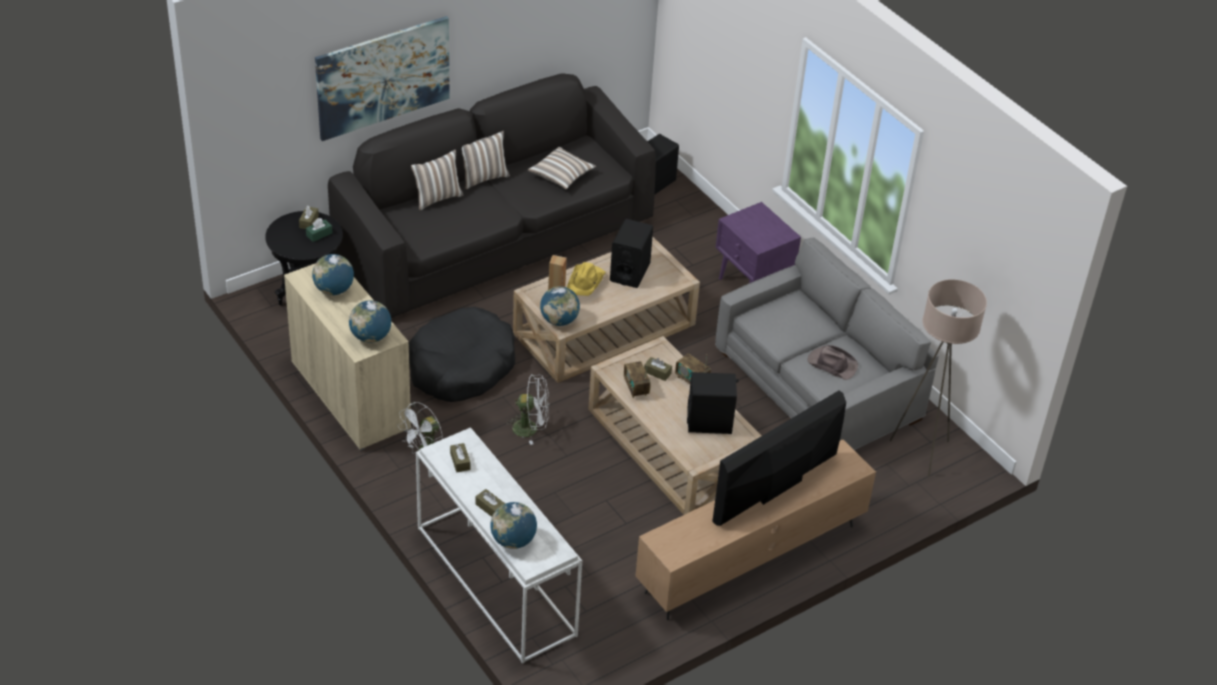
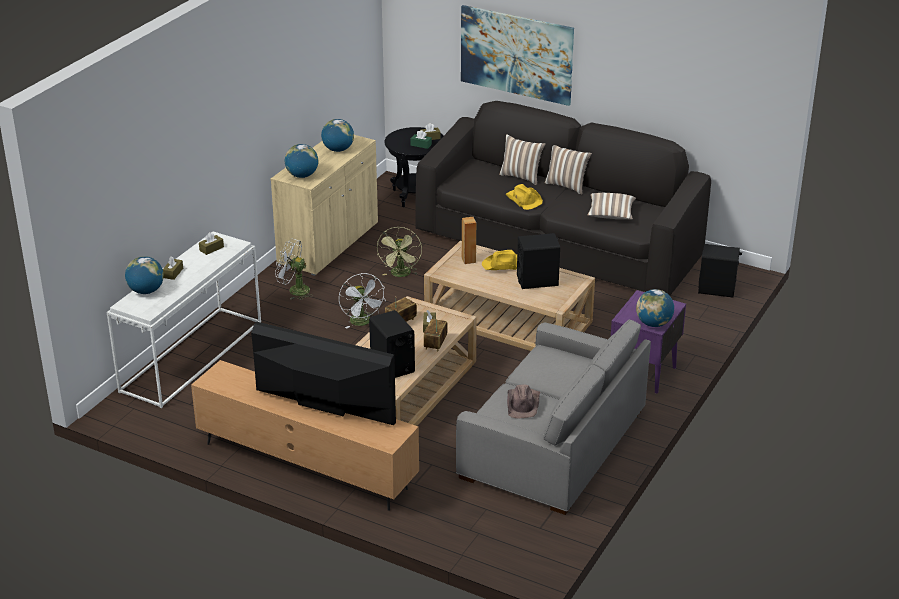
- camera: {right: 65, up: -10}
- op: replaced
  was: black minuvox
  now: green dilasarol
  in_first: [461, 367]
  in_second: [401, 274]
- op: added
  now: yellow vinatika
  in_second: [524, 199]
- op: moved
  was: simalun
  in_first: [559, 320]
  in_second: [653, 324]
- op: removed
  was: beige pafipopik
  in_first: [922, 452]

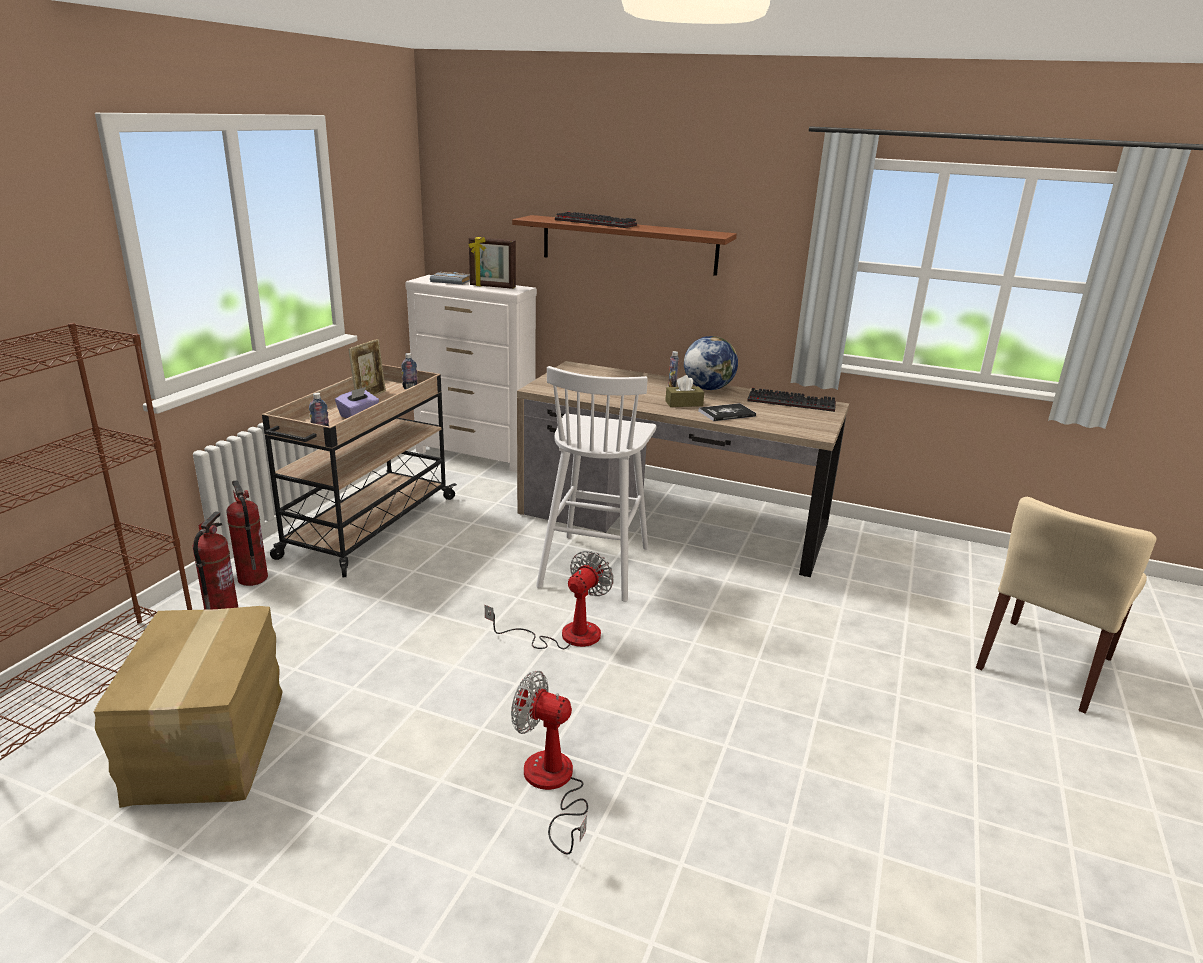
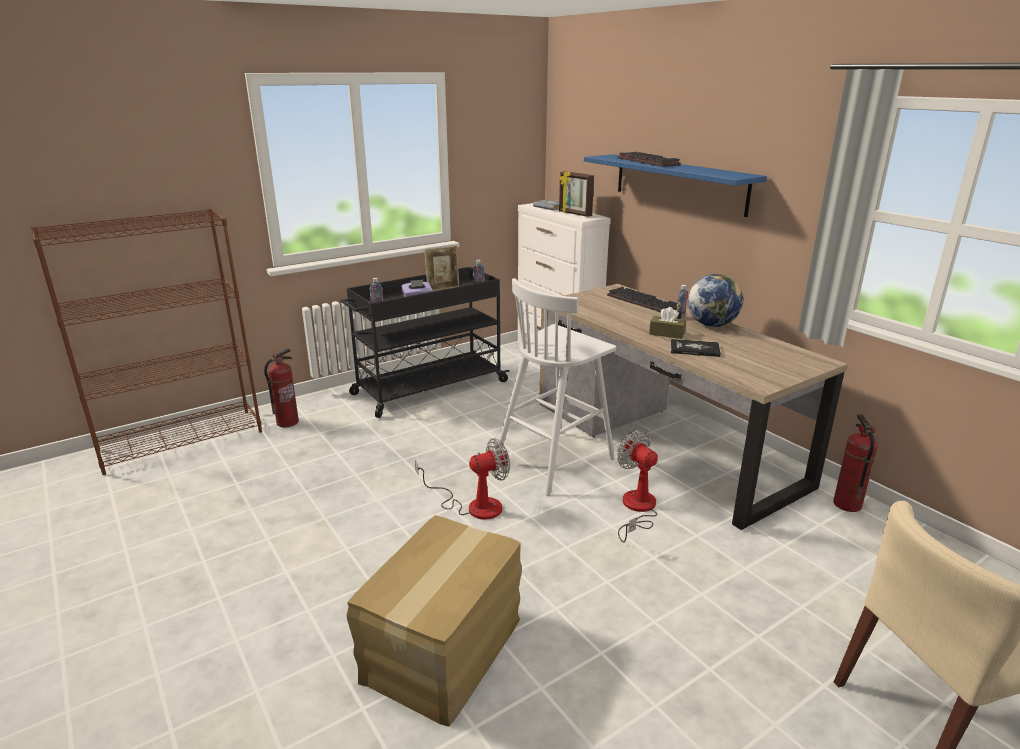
- camera: {right: 35, up: 0}
- op: recoloured
  was: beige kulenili
  now: black kulenili
  in_first: [368, 527]
  in_second: [428, 388]
- op: moved
  was: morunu
  in_first: [210, 744]
  in_second: [445, 650]
- op: recoloured
  was: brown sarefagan
  now: blue sarefagan
  in_first: [628, 245]
  in_second: [679, 183]
- op: moved
  was: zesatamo
  in_first: [793, 402]
  in_second: [643, 302]
- op: moved
  was: dilasarol
  in_first: [552, 785]
  in_second: [637, 509]
- op: moved
  was: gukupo
  in_first: [252, 578]
  in_second: [846, 504]

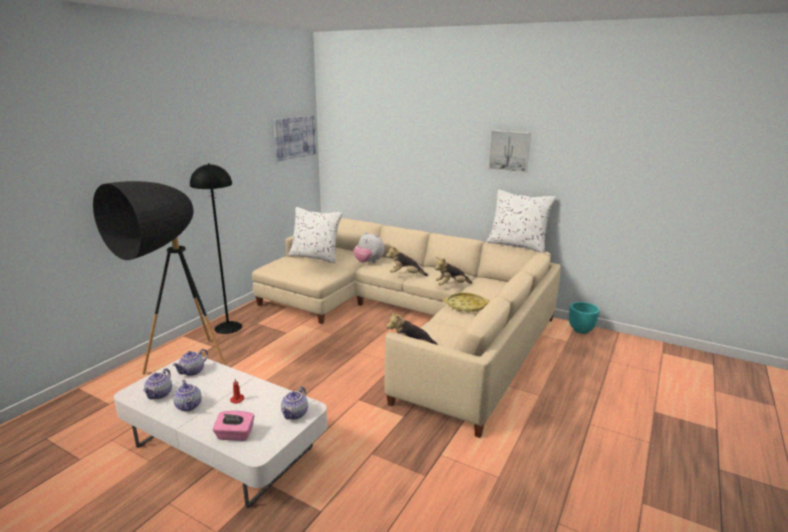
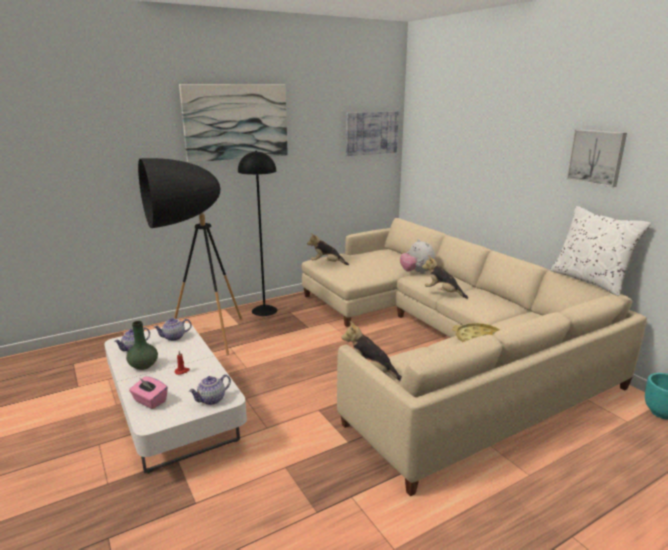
- camera: {right: 30, up: 0}
- op: replaced
  was: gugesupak
  now: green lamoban
  in_first: [189, 406]
  in_second: [144, 365]
- op: added
  now: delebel
  in_second: [236, 122]
- op: moved
  was: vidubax
  in_first: [451, 286]
  in_second: [327, 263]
- op: removed
  was: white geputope
  in_first: [315, 257]

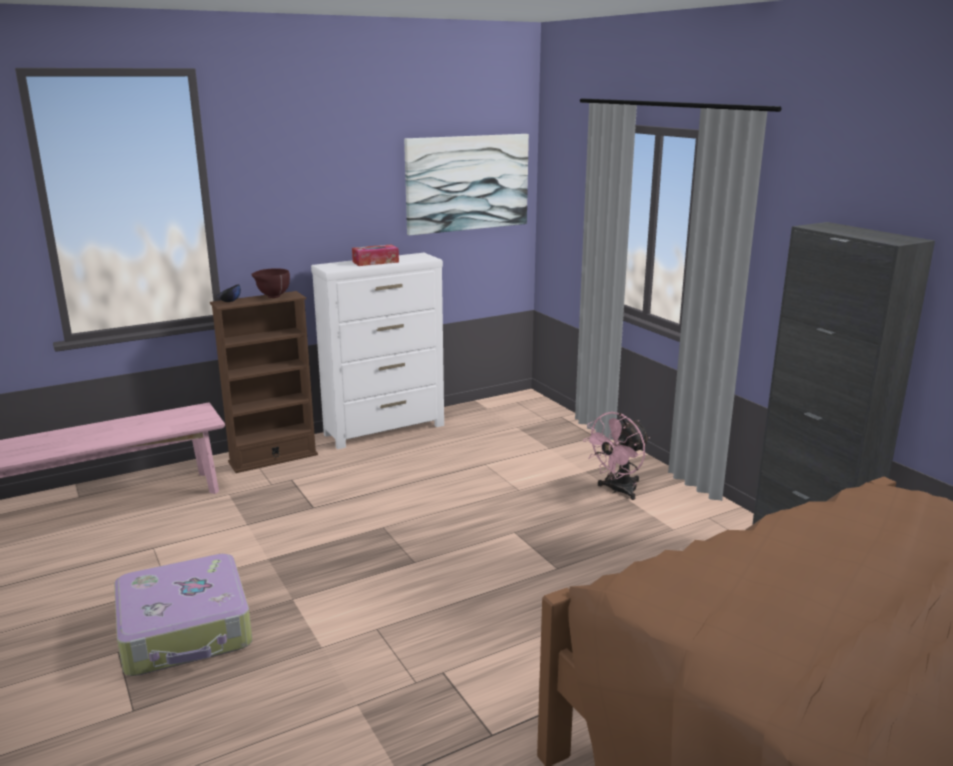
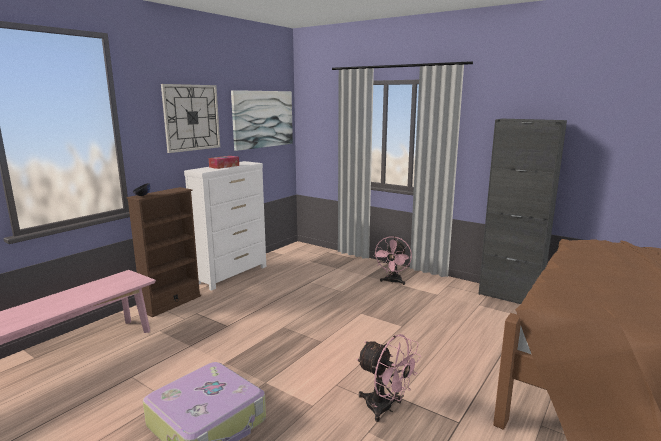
- camera: {right: -25, up: -5}
- op: added
  now: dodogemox
  in_second: [191, 117]
- op: added
  now: pink dilasarol
  in_second: [385, 408]
- op: removed
  was: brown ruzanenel
  in_first: [272, 297]

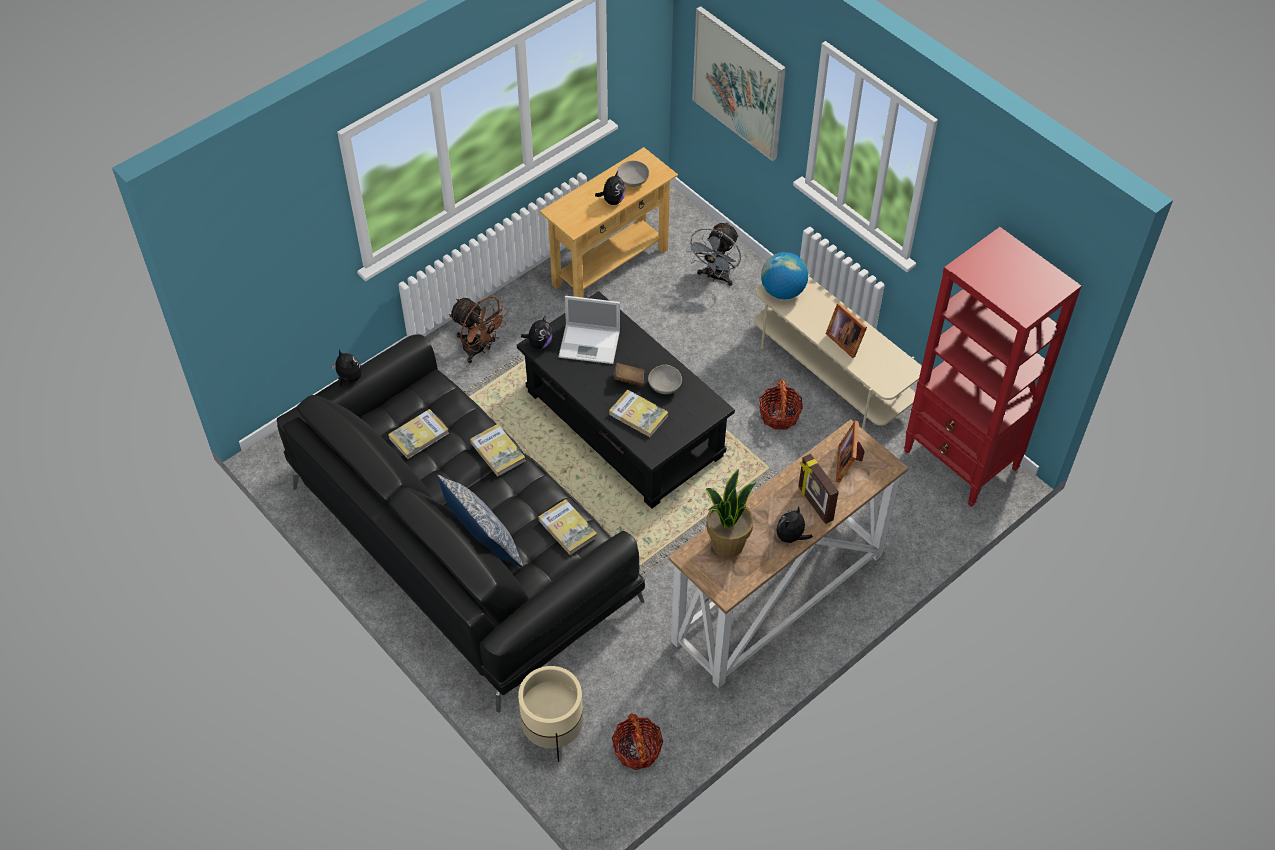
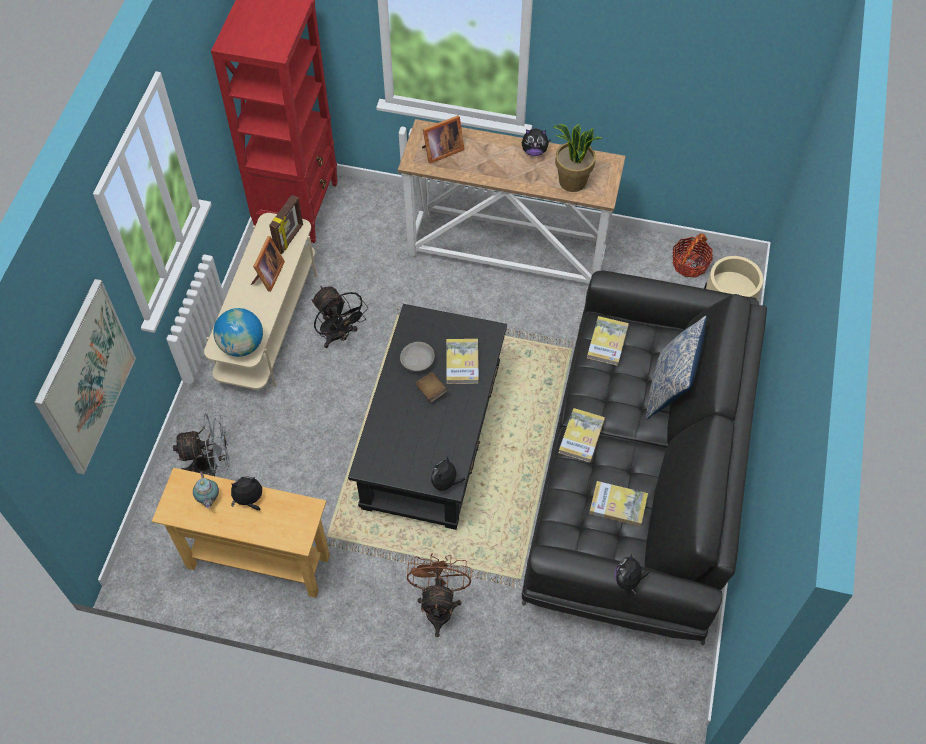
- camera: {right: -125, up: 5}
- op: replaced
  was: grey ruzanenel
  now: gugesupak
  in_first: [633, 180]
  in_second: [208, 499]
- op: moved
  was: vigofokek
  in_first: [814, 504]
  in_second: [290, 238]
- op: replaced
  was: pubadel
  now: black dilasarol
  in_first: [779, 415]
  in_second: [339, 336]
- op: turned
  was: vidubax
  in_first: [539, 343]
  in_second: [445, 483]
  clockwise: -60
- op: removed
  was: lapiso
  in_first: [590, 344]

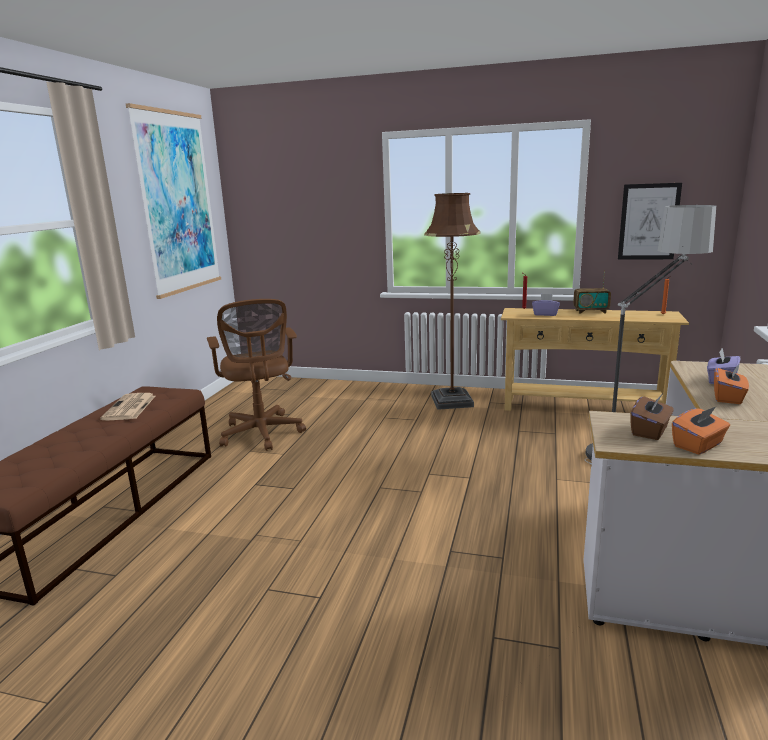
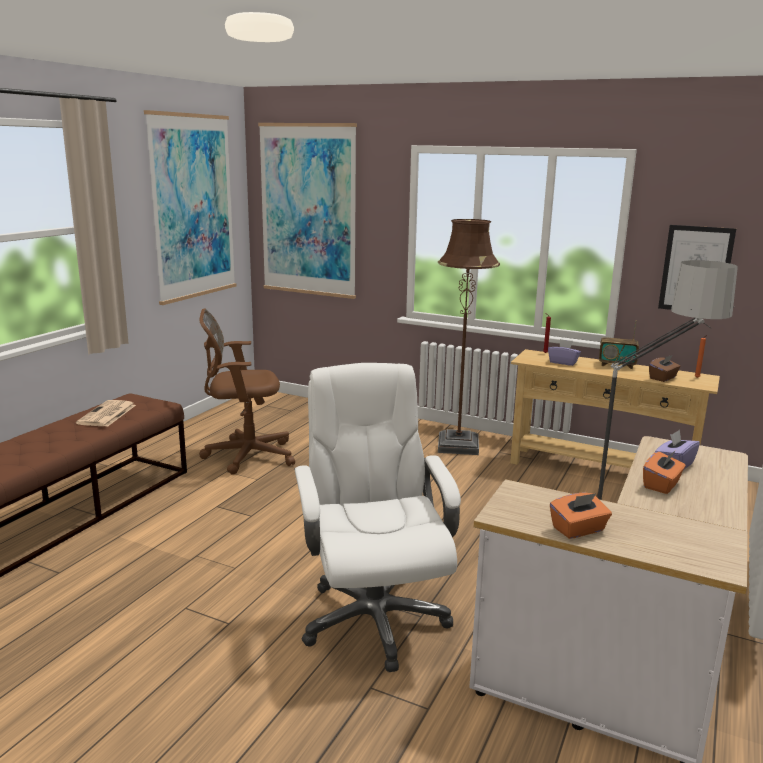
- camera: {right: 10, up: 0}
- op: turned
  was: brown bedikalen
  in_first: [262, 434]
  in_second: [245, 455]
  clockwise: 90
- op: added
  now: delebel
  in_second: [308, 210]
- op: added
  now: white bedikalen
  in_second: [373, 618]
- op: moved
  was: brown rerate
  in_first: [650, 431]
  in_second: [663, 378]

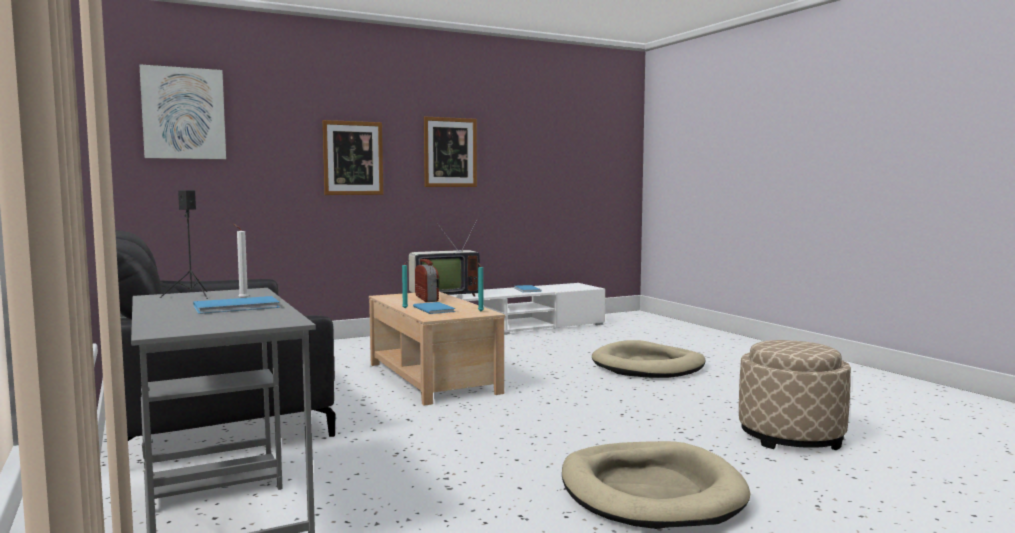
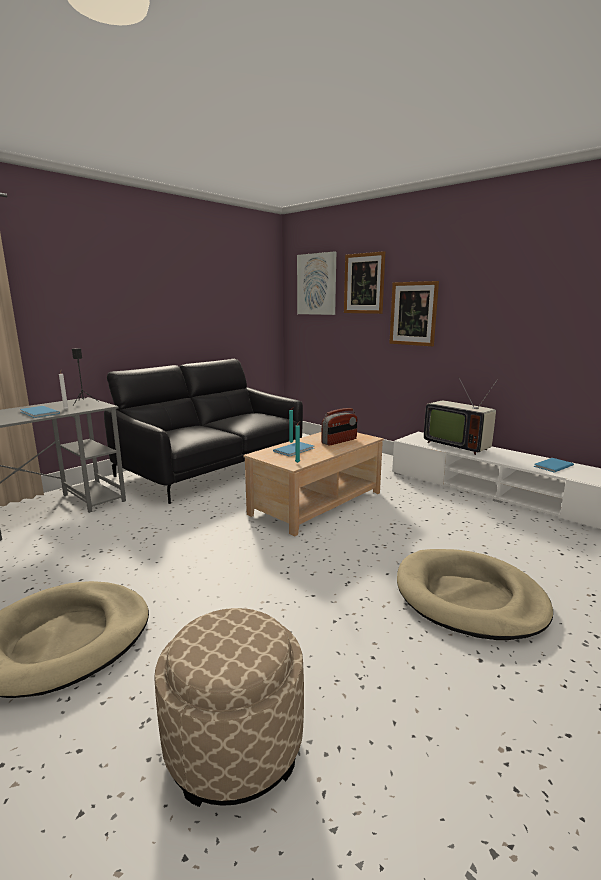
- camera: {right: 70, up: 10}
- op: moved
  was: delebel
  in_first: [450, 152]
  in_second: [364, 283]

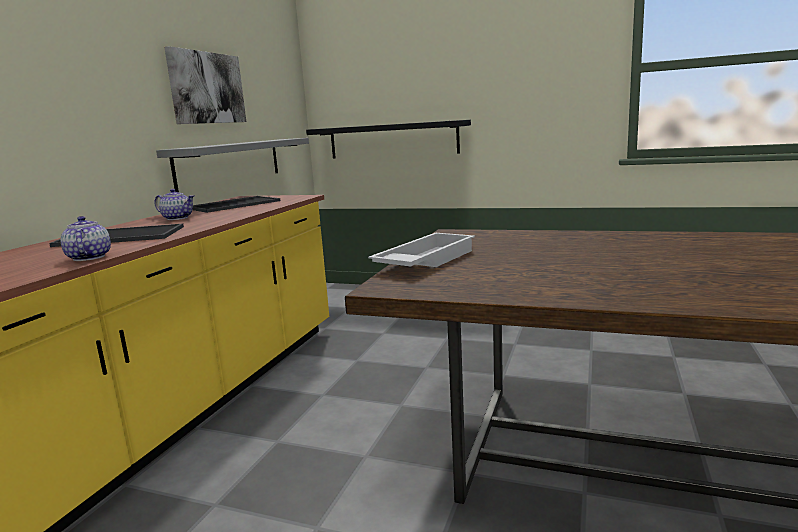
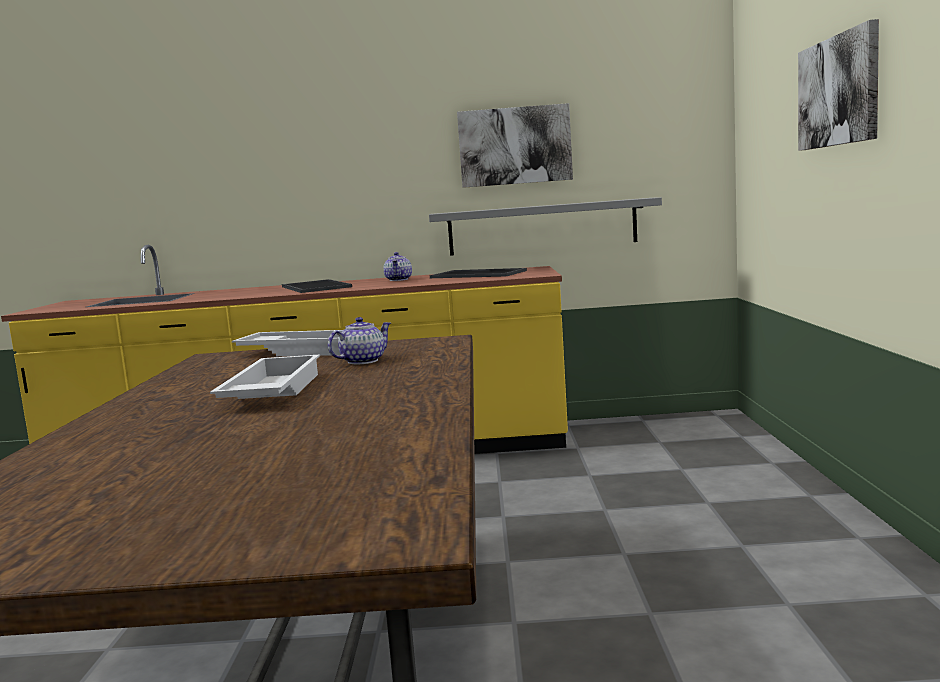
- camera: {right: 70, up: -5}
- op: added
  now: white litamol
  in_second: [270, 392]
- op: moved
  was: gugesupak
  in_first: [88, 257]
  in_second: [362, 361]
- op: added
  now: delebel
  in_second: [838, 91]
- op: removed
  was: black sarefagan
  in_first: [392, 140]

